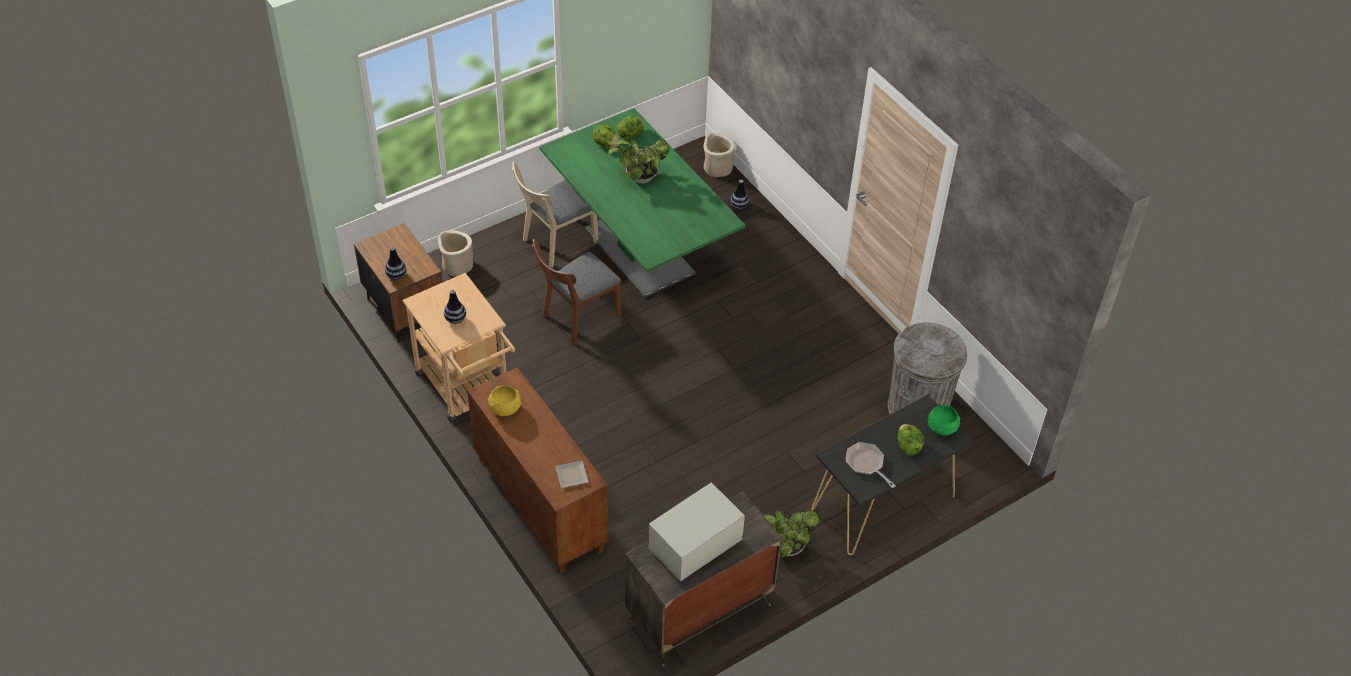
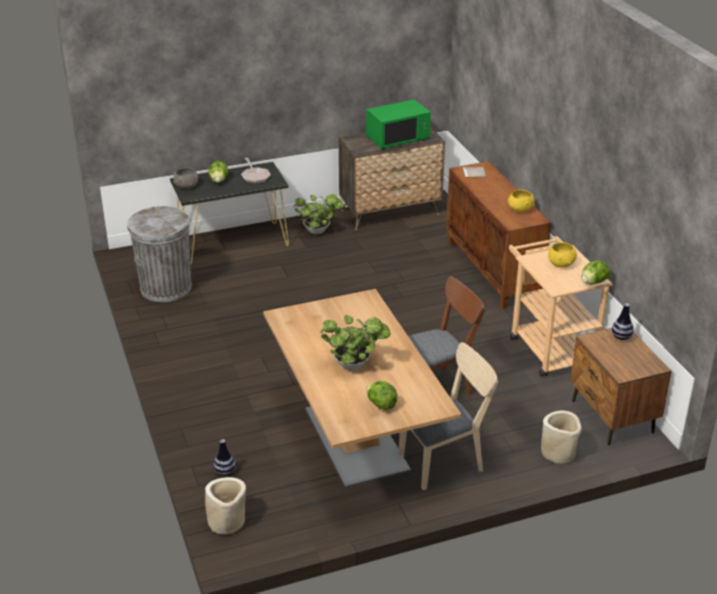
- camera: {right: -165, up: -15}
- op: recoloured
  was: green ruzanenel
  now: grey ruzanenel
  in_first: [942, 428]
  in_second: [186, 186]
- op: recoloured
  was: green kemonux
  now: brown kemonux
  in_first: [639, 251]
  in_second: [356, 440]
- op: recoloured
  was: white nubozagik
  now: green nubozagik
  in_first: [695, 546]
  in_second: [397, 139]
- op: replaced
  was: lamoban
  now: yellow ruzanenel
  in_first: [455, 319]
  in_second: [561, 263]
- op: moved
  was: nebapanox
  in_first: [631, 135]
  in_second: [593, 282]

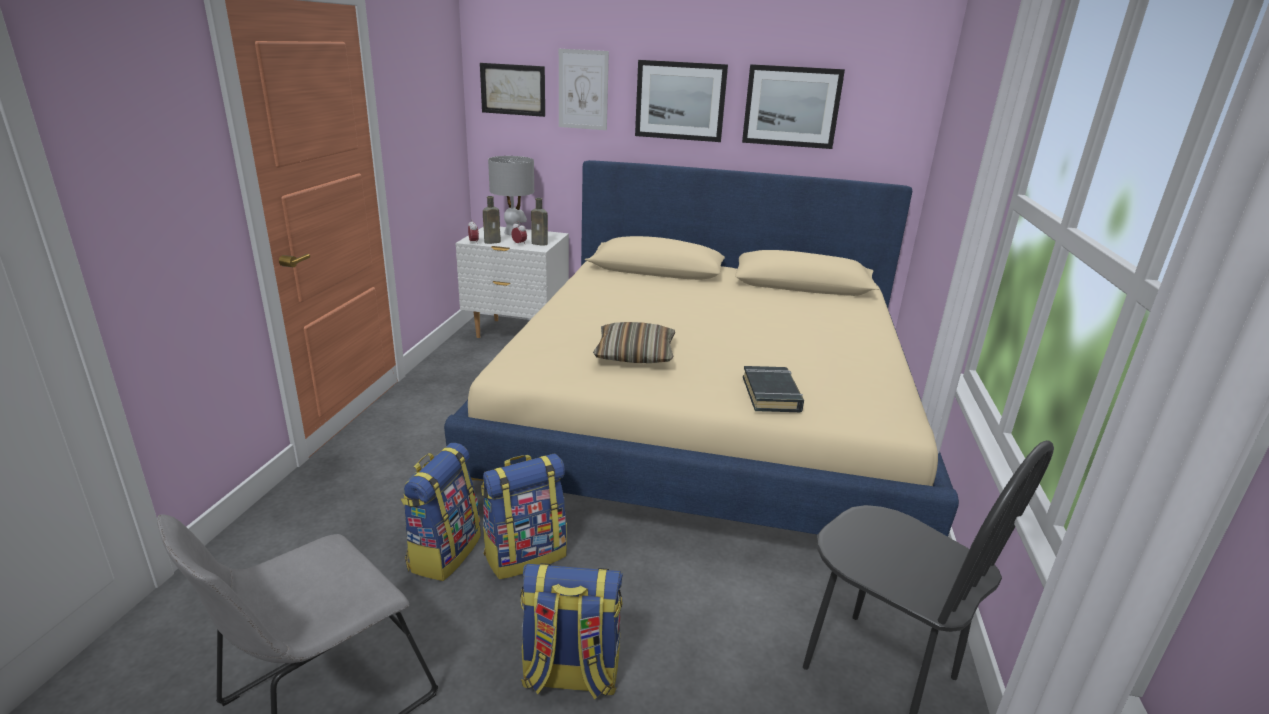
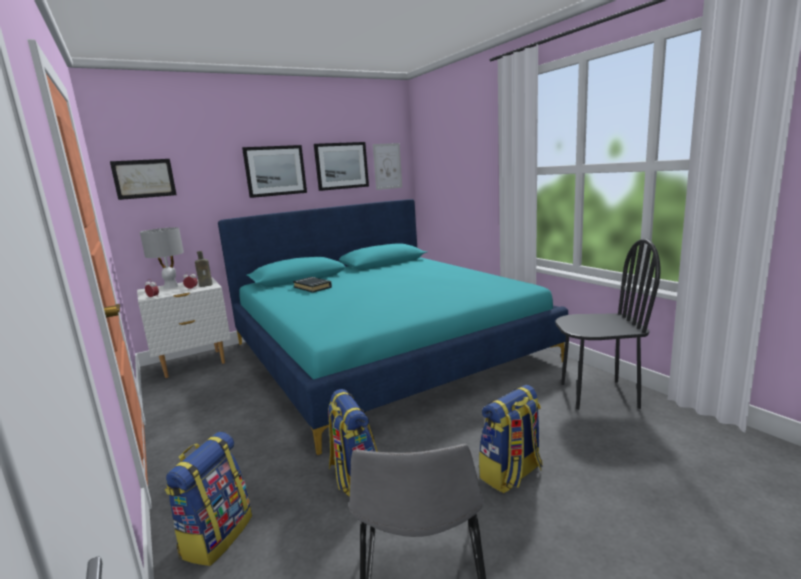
- camera: {right: -40, up: -10}
- op: moved
  was: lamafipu
  in_first: [525, 554]
  in_second: [216, 536]
- op: recoloured
  was: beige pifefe
  now: turquoise pifefe
  in_first: [706, 419]
  in_second: [384, 352]
- op: moved
  was: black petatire
  in_first: [771, 394]
  in_second: [313, 287]
- op: moved
  was: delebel
  in_first: [583, 90]
  in_second: [387, 166]
- op: removed
  was: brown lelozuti
  in_first: [493, 242]
- op: removed
  was: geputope
  in_first: [634, 354]

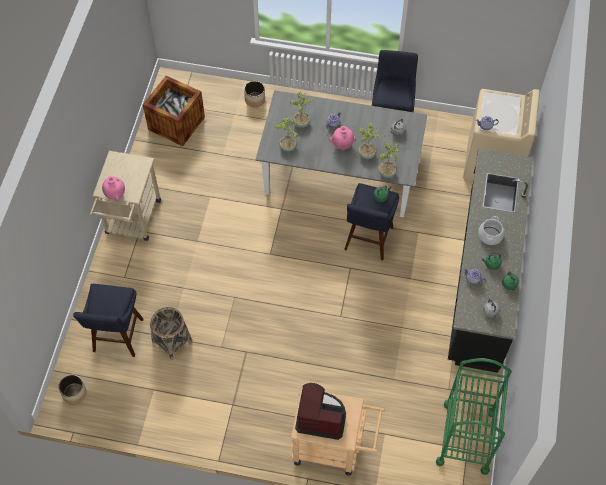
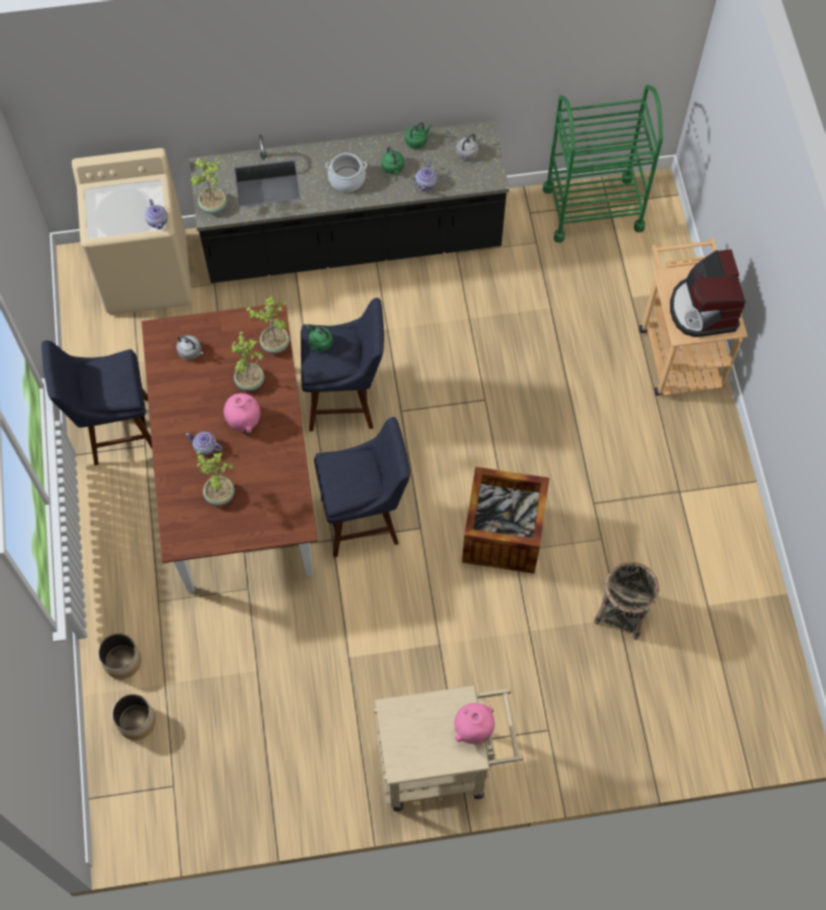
- camera: {right: -110, up: 5}
- op: moved
  was: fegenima
  in_first: [74, 393]
  in_second: [136, 722]
- op: recoloured
  was: grey kemonux
  now: brown kemonux
  in_first: [340, 176]
  in_second: [239, 476]
- op: moved
  was: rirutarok
  in_first: [287, 147]
  in_second: [214, 206]
- op: moved
  was: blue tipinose
  in_first: [117, 338]
  in_second: [365, 519]
- op: moved
  was: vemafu
  in_first: [176, 123]
  in_second: [503, 534]

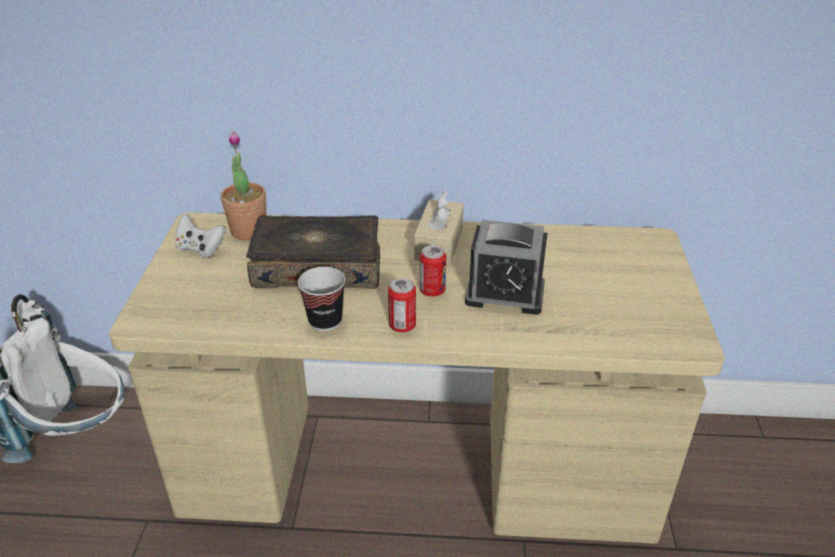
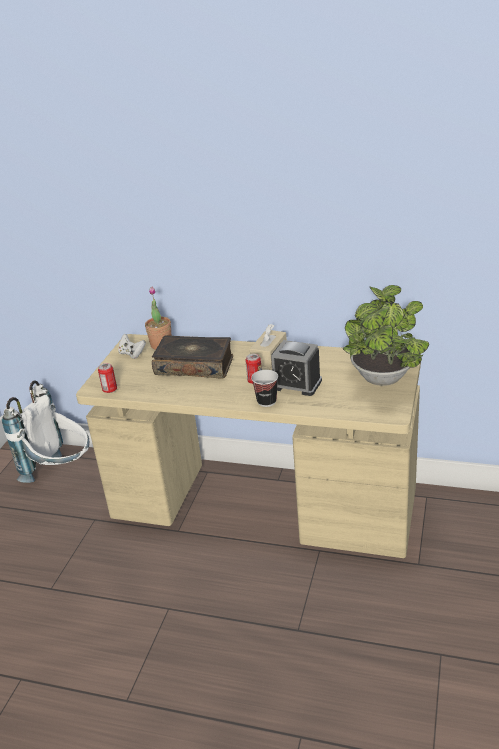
- camera: {right: 15, up: -5}
- op: moved
  was: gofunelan
  in_first: [402, 326]
  in_second: [110, 390]
- op: moved
  was: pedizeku
  in_first: [325, 321]
  in_second: [266, 401]
- op: added
  now: rirutarok
  in_second: [382, 380]

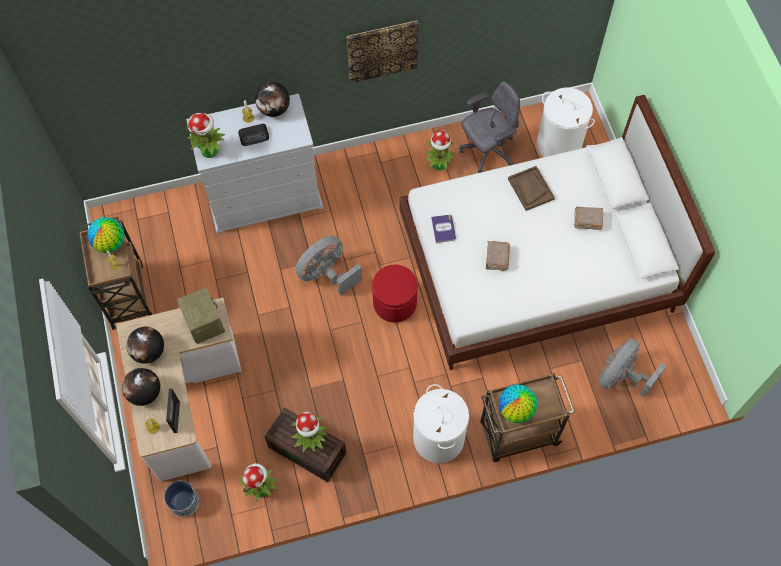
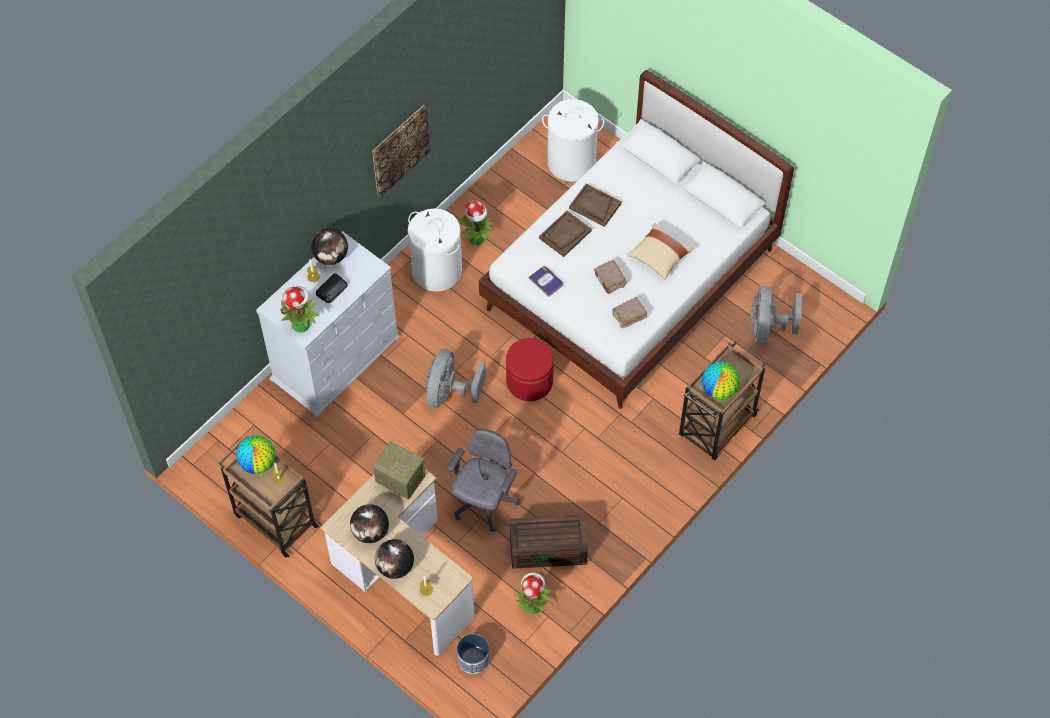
- camera: {right: -35, up: -5}
- op: moved
  was: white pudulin
  in_first: [438, 438]
  in_second: [436, 271]
- op: moved
  was: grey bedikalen
  in_first: [487, 151]
  in_second: [484, 502]
- op: added
  now: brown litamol
  in_second: [565, 235]
- op: moved
  was: brown petatire
  in_first: [587, 221]
  in_second: [629, 316]
- op: added
  now: beige geputope
  in_second: [659, 257]
- op: removed
  was: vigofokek
  in_first: [177, 417]
- op: removed
  was: rirutarok
  in_first: [311, 440]

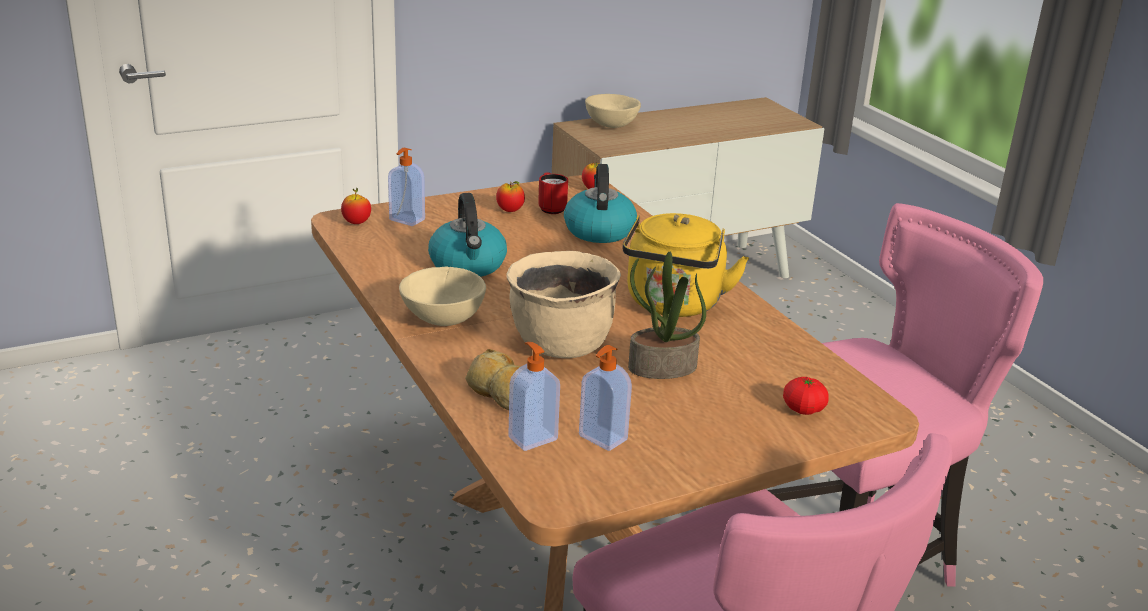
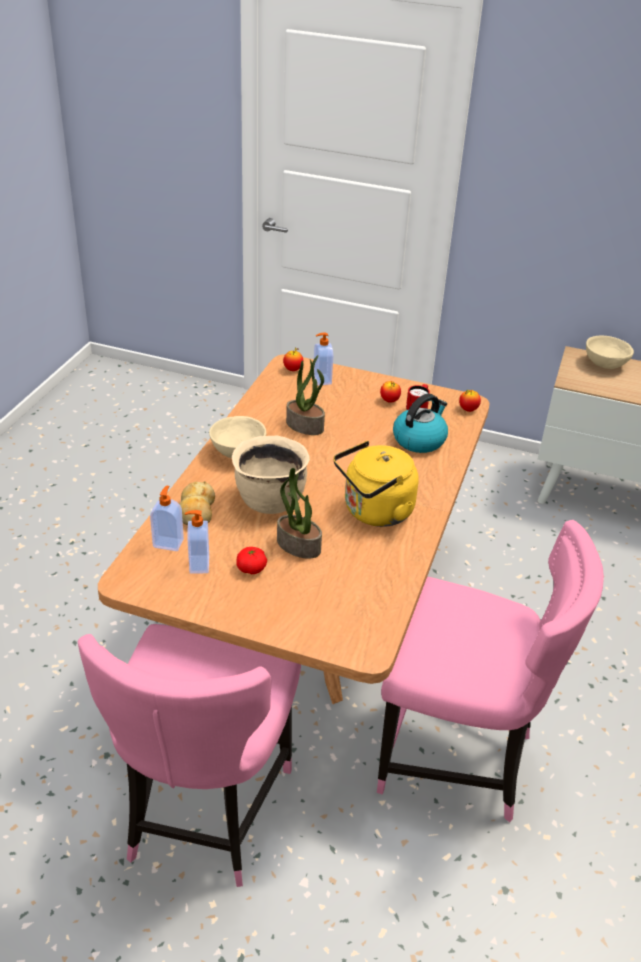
- camera: {right: 45, up: 10}
- op: moved
  was: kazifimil
  in_first: [803, 409]
  in_second: [251, 568]
- op: replaced
  was: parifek
  now: rirutarok
  in_first: [468, 265]
  in_second: [305, 426]

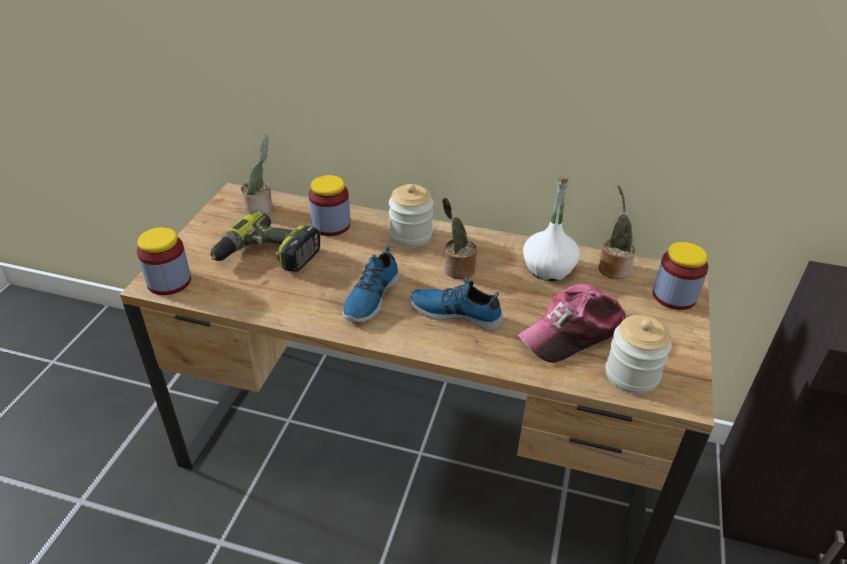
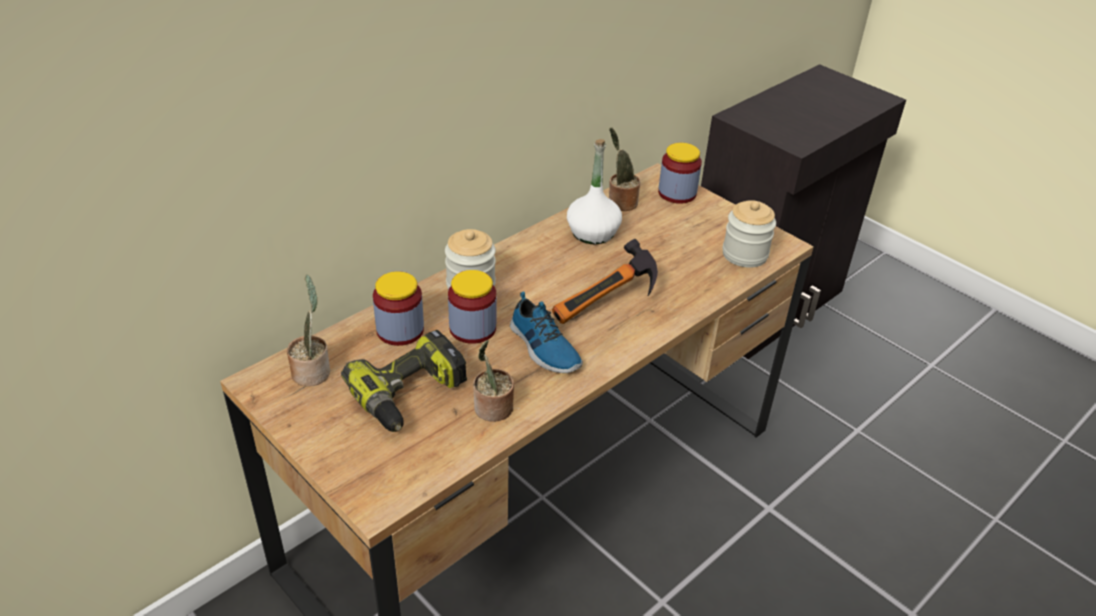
- camera: {right: -60, up: 0}
- op: moved
  was: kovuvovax
  in_first: [169, 282]
  in_second: [472, 328]
- op: moved
  was: rirutarok
  in_first: [457, 269]
  in_second: [492, 409]
- op: replaced
  was: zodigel
  now: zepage
  in_first: [456, 312]
  in_second: [607, 306]
- op: removed
  was: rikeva
  in_first: [572, 332]

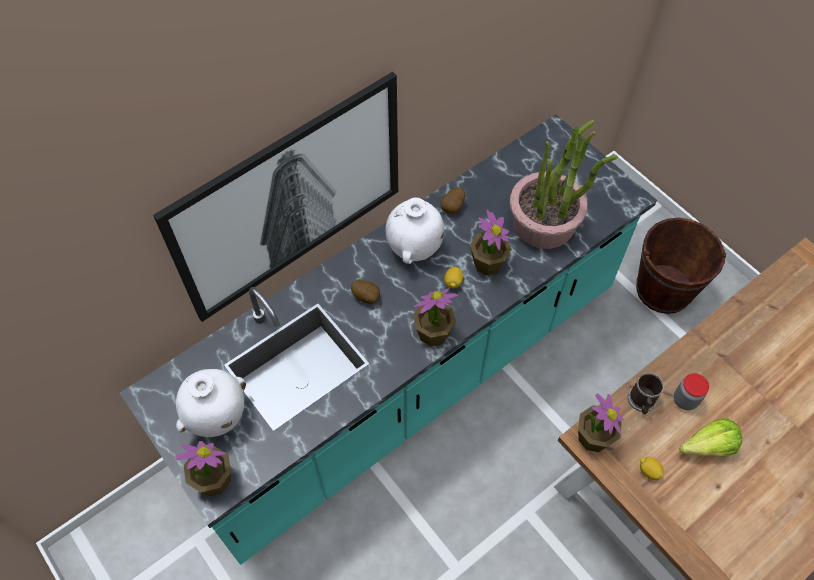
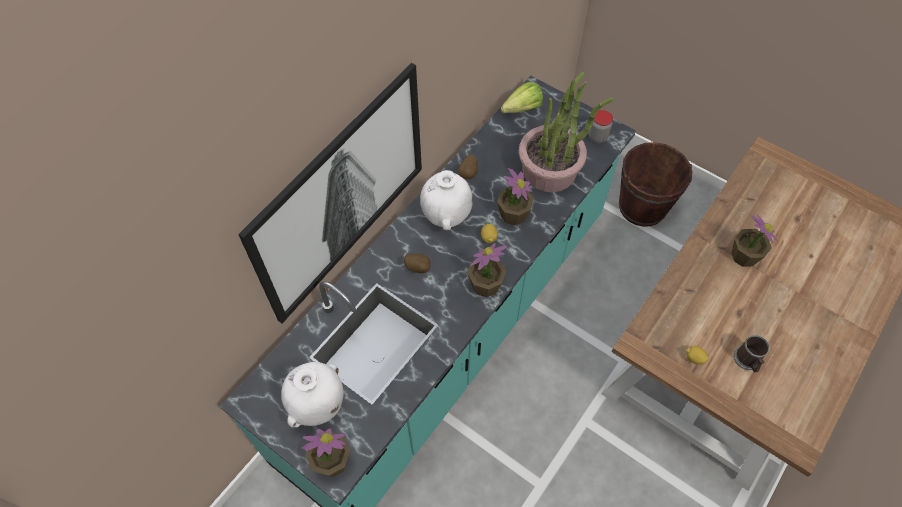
- camera: {right: -15, up: 0}
- op: moved
  was: nebapanox
  in_first: [702, 447]
  in_second: [518, 110]
- op: moved
  was: kovuvovax
  in_first: [685, 400]
  in_second: [597, 137]
- op: moved
  was: rirutarok
  in_first: [593, 437]
  in_second: [744, 256]
- op: moved
  was: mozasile
  in_first: [641, 402]
  in_second: [747, 361]

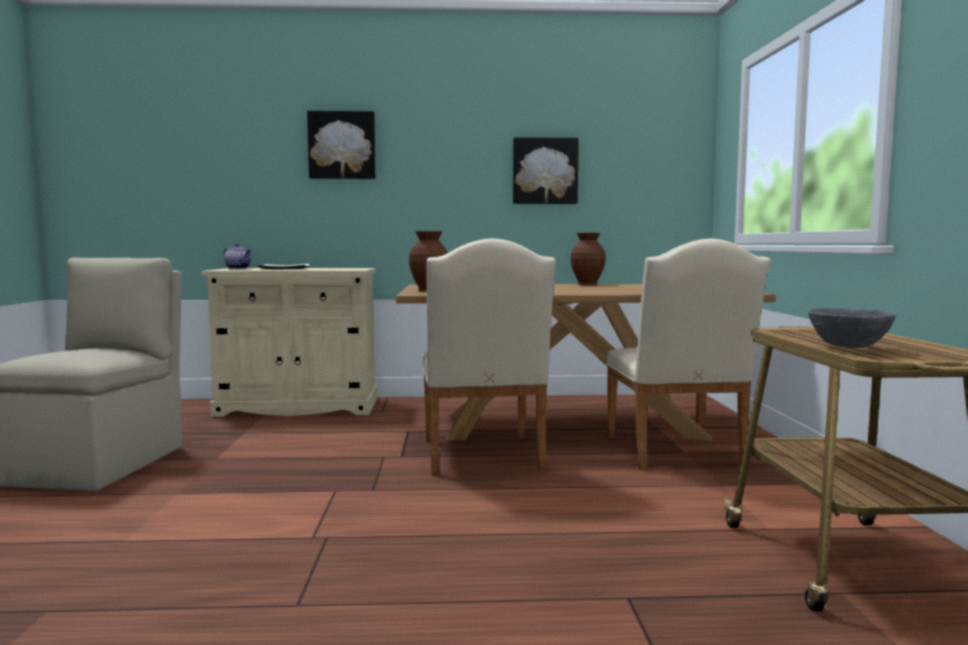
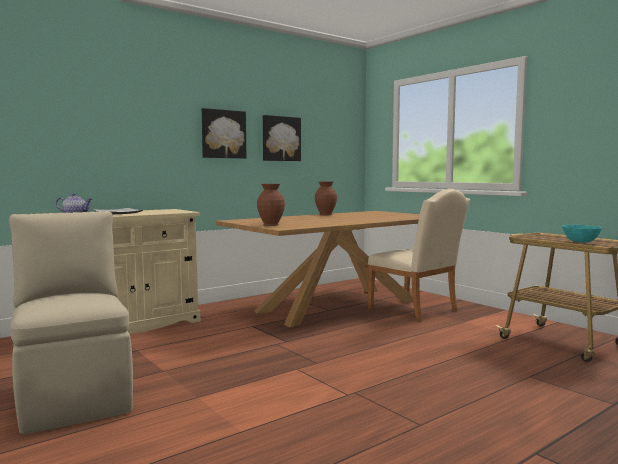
- camera: {right: -35, up: 0}
- op: moved
  was: delebel
  in_first: [342, 145]
  in_second: [223, 134]
- op: recoloured
  was: grey ruzanenel
  now: turquoise ruzanenel
  in_first: [848, 346]
  in_second: [580, 242]
- op: removed
  was: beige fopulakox
  in_first: [482, 458]

